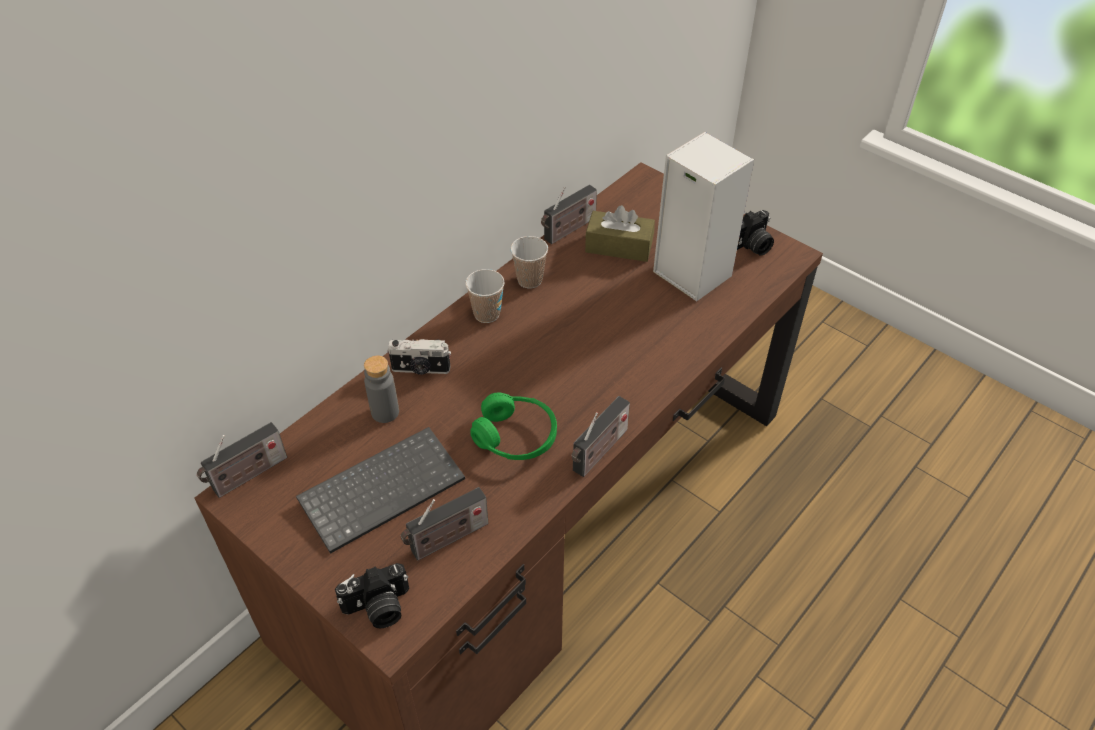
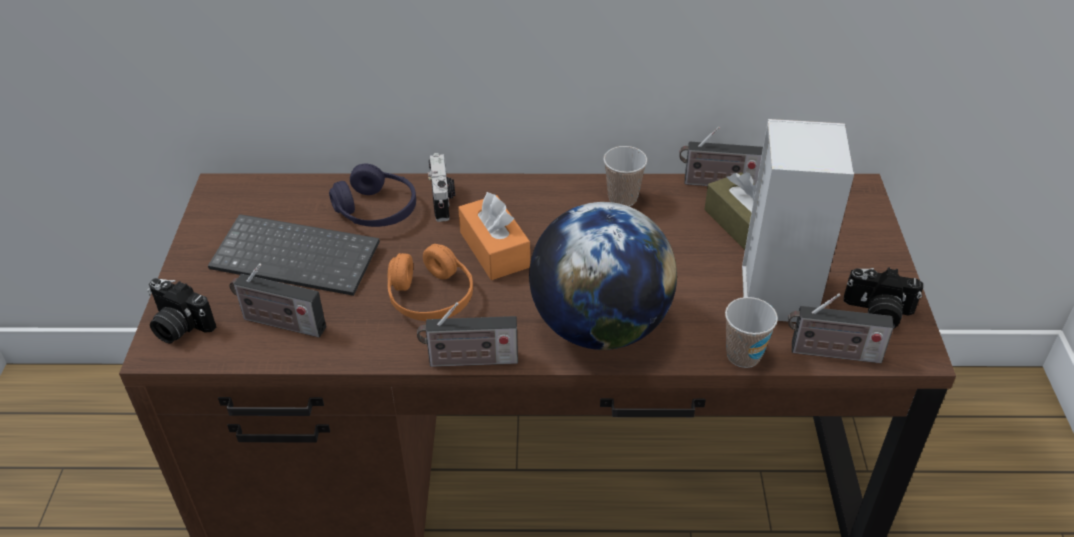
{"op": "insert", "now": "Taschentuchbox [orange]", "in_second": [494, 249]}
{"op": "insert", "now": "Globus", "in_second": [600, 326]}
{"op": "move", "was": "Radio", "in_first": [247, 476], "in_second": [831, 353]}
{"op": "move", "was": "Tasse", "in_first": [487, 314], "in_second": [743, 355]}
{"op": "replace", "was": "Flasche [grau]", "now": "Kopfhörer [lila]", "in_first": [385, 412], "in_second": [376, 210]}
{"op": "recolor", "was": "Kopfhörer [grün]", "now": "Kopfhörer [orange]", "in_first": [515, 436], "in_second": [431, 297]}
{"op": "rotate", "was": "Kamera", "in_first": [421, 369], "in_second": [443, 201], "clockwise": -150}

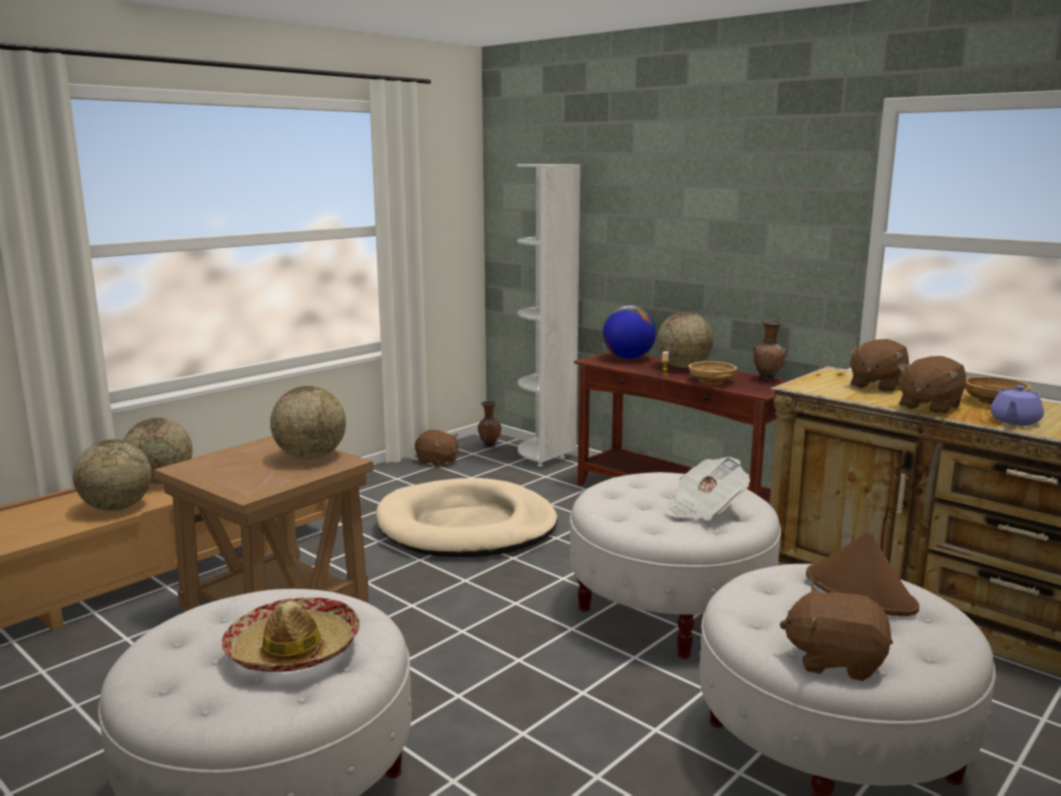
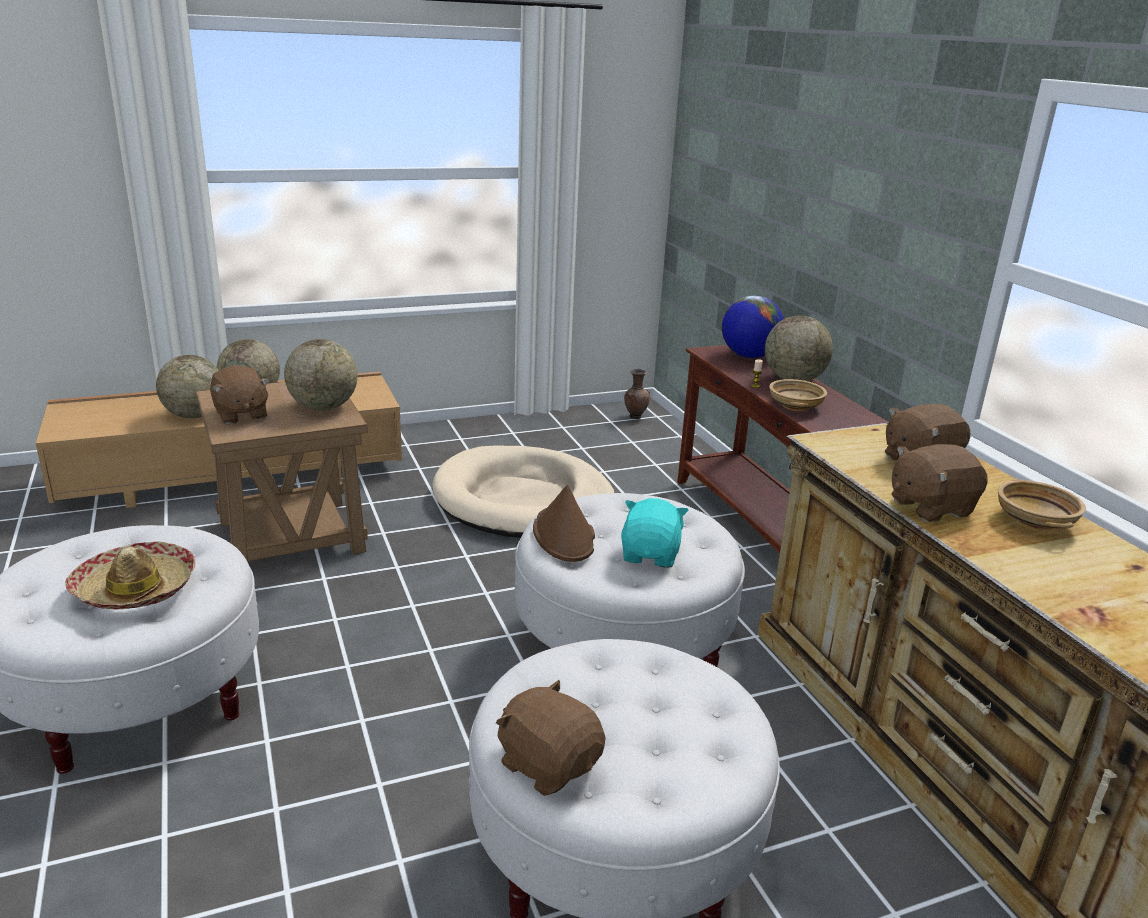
{"op": "delete", "was": "Bücherregal [weiß]", "in_first": [541, 457]}
{"op": "delete", "was": "Vase [braun]", "in_first": [767, 379]}
{"op": "delete", "was": "Teekanne [lila]", "in_first": [1014, 421]}
{"op": "move", "was": "Plüschtier [braun]", "in_first": [437, 461], "in_second": [240, 415]}
{"op": "move", "was": "Hut [braun]", "in_first": [860, 592], "in_second": [564, 535]}
{"op": "replace", "was": "Zeitung", "now": "Plüschtier [türkis]", "in_first": [704, 509], "in_second": [651, 555]}

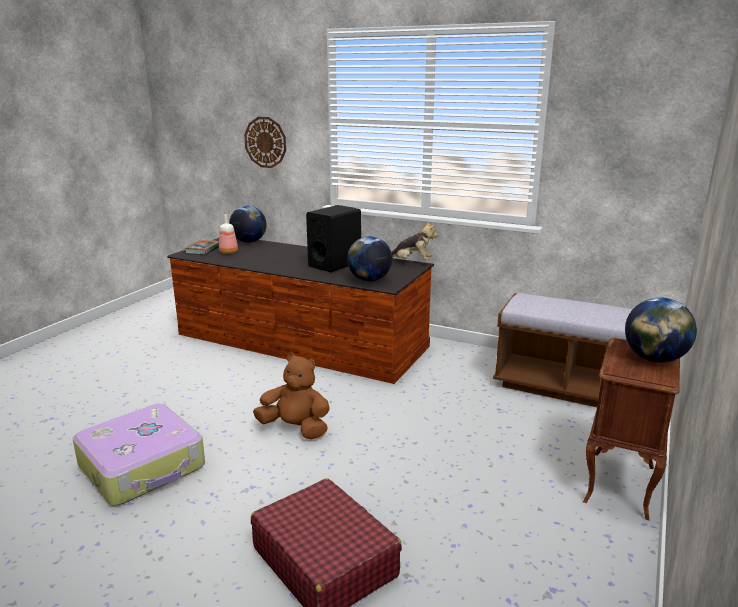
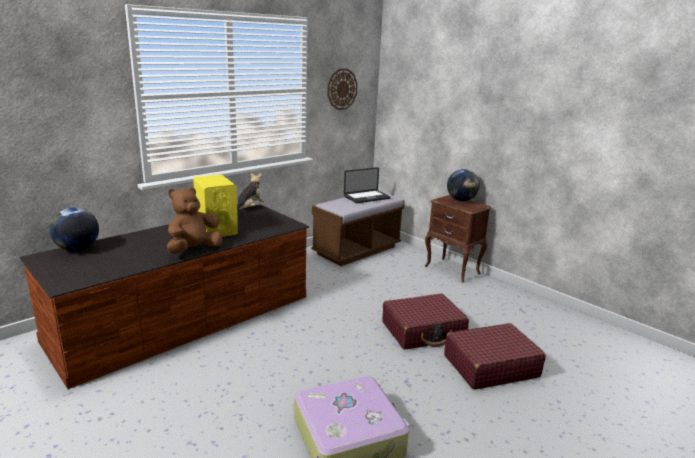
{"op": "delete", "was": "Buch", "in_first": [203, 249]}
{"op": "delete", "was": "Flasche", "in_first": [229, 252]}
{"op": "delete", "was": "Globus", "in_first": [369, 280]}
{"op": "insert", "now": "Laptop", "in_second": [367, 197]}
{"op": "insert", "now": "Koffer [rot]", "in_second": [423, 331]}
{"op": "move", "was": "Wanduhr", "in_first": [265, 142], "in_second": [342, 89]}
{"op": "move", "was": "Plüschtier [braun]", "in_first": [296, 428], "in_second": [194, 250]}
{"op": "recolor", "was": "Lautsprecher [schwarz]", "now": "Lautsprecher [gelb]", "in_first": [335, 264], "in_second": [216, 229]}

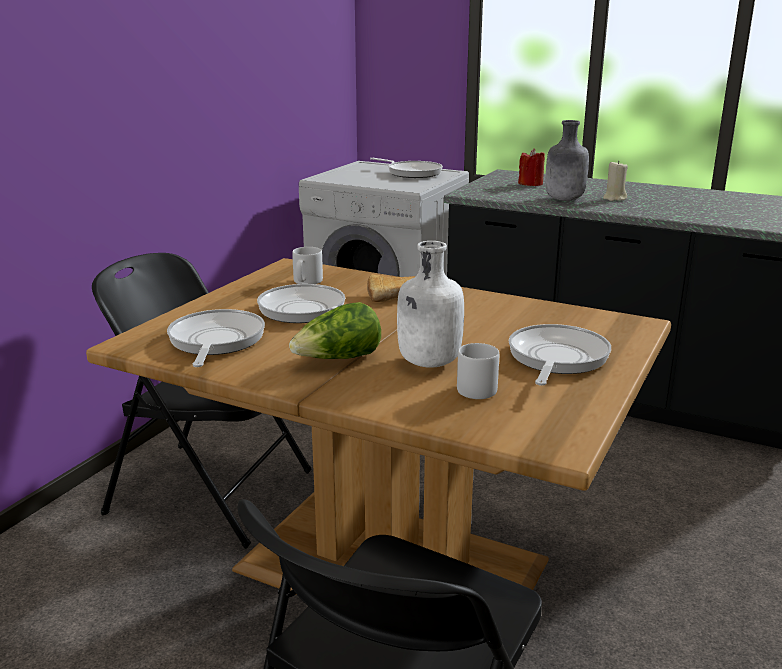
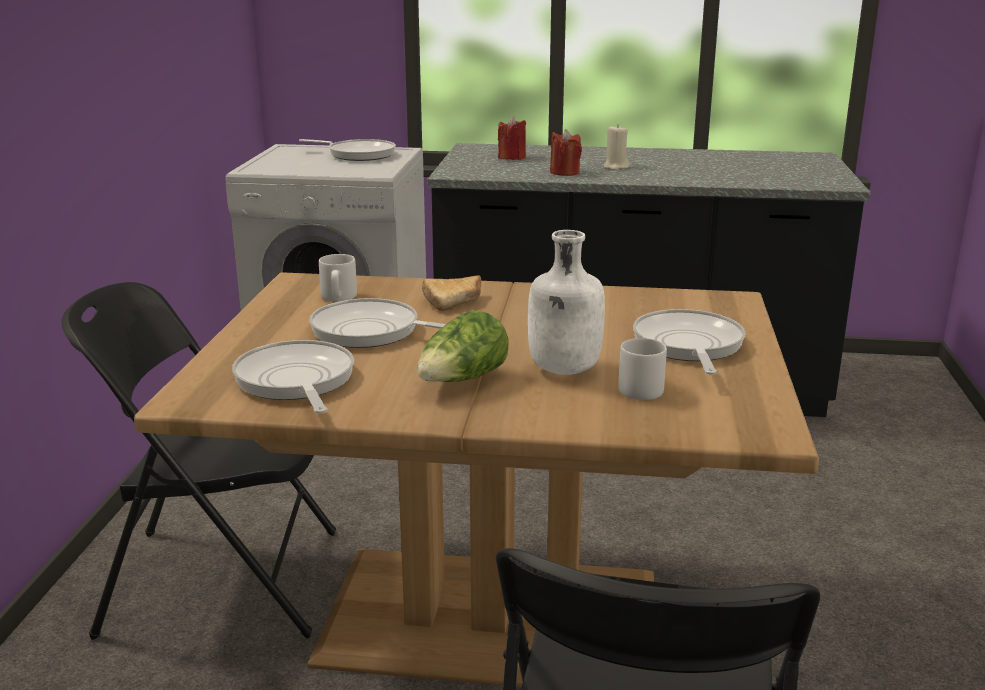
{"op": "replace", "was": "Flasche [grau]", "now": "Kerze [rot]", "in_first": [563, 199], "in_second": [564, 172]}

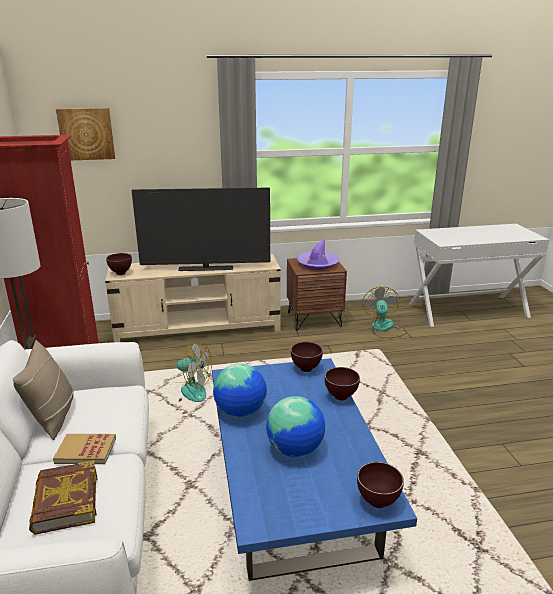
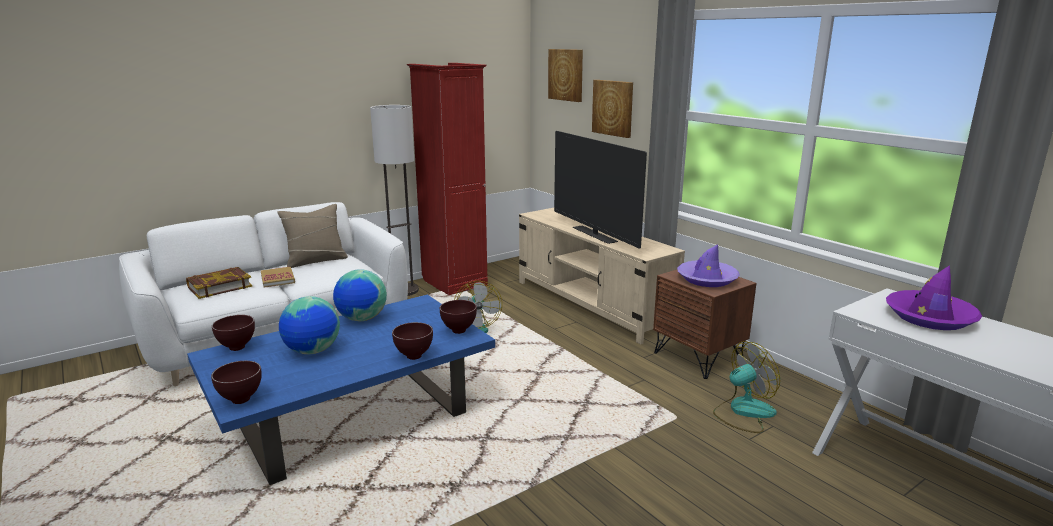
{"op": "insert", "now": "Bild", "in_second": [613, 108]}
{"op": "insert", "now": "Hut [lila]", "in_second": [930, 317]}
{"op": "move", "was": "Schüssel [braun]", "in_first": [121, 274], "in_second": [236, 348]}

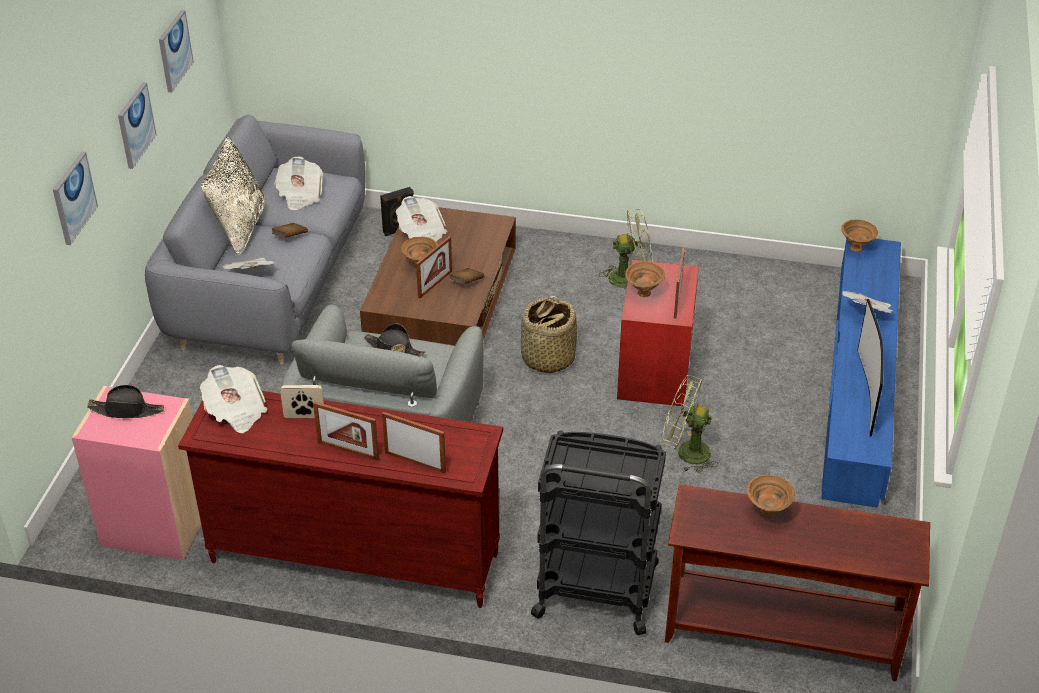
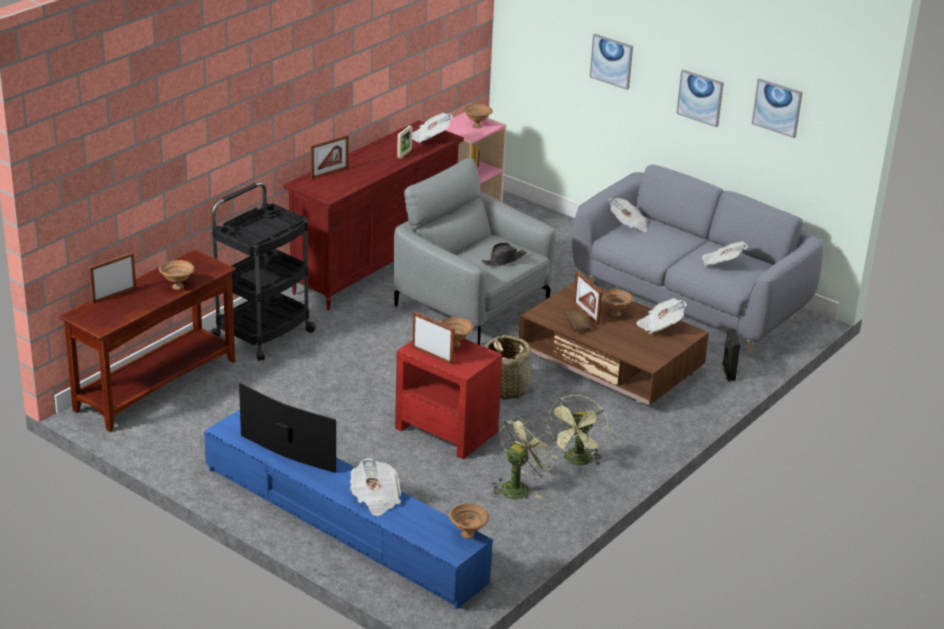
{"op": "delete", "was": "Kissen [beige]", "in_first": [240, 229]}
{"op": "delete", "was": "Buch [braun]", "in_first": [290, 237]}
{"op": "move", "was": "Bilderrahmen", "in_first": [348, 450], "in_second": [114, 295]}
{"op": "move", "was": "Ventilator [grün]", "in_first": [685, 452], "in_second": [518, 487]}
{"op": "replace", "was": "Hut [schwarz]", "now": "Schüssel [braun]", "in_first": [127, 410], "in_second": [476, 126]}

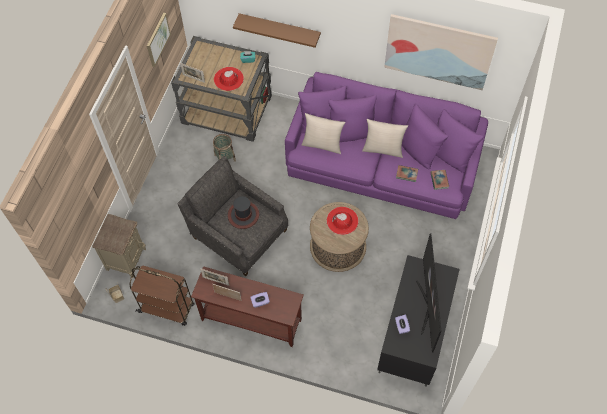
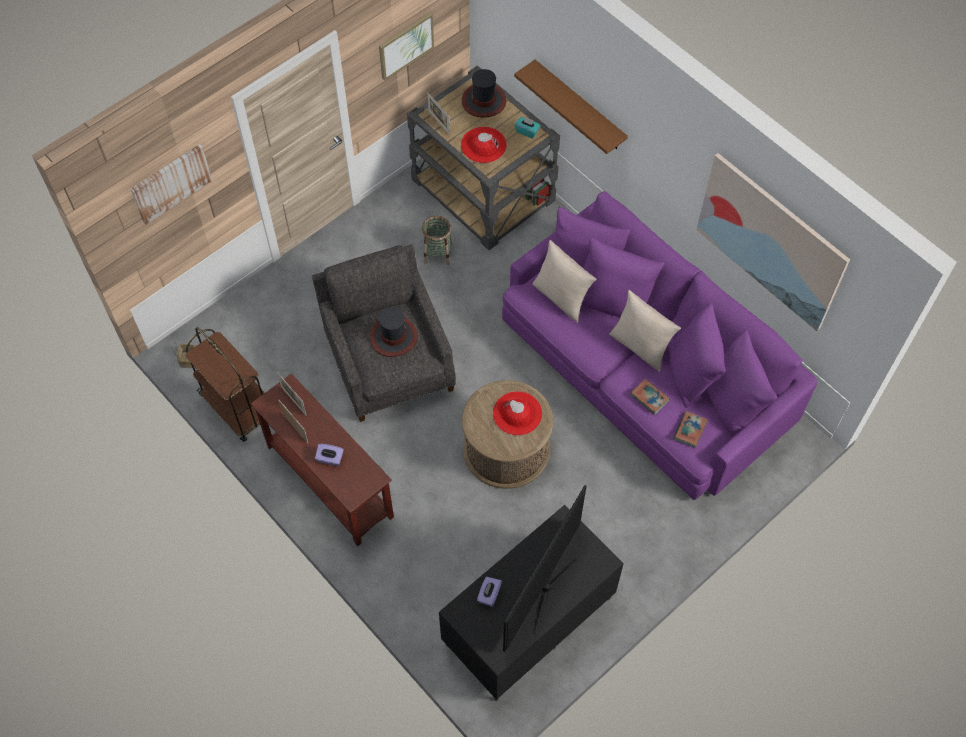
{"op": "delete", "was": "Nachttisch [beige]", "in_first": [127, 259]}
{"op": "insert", "now": "Bild", "in_second": [171, 183]}
{"op": "insert", "now": "Hut", "in_second": [484, 101]}

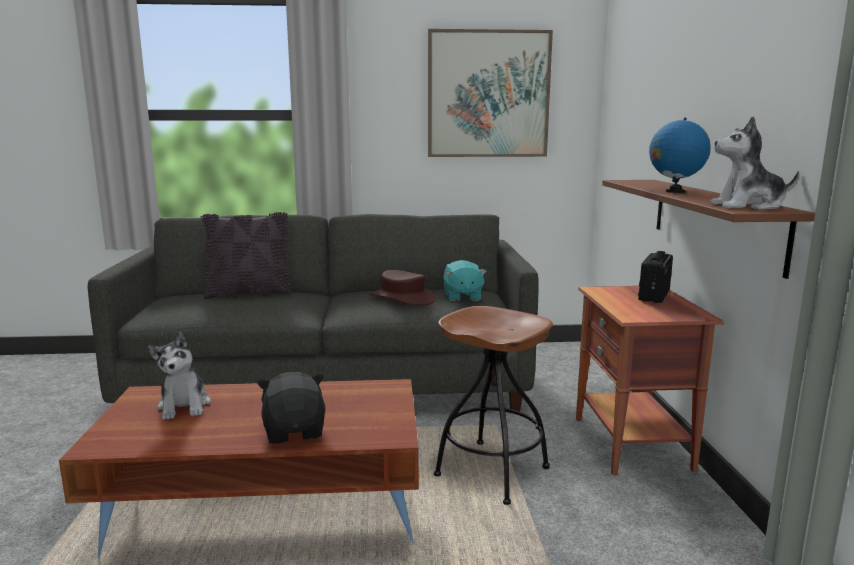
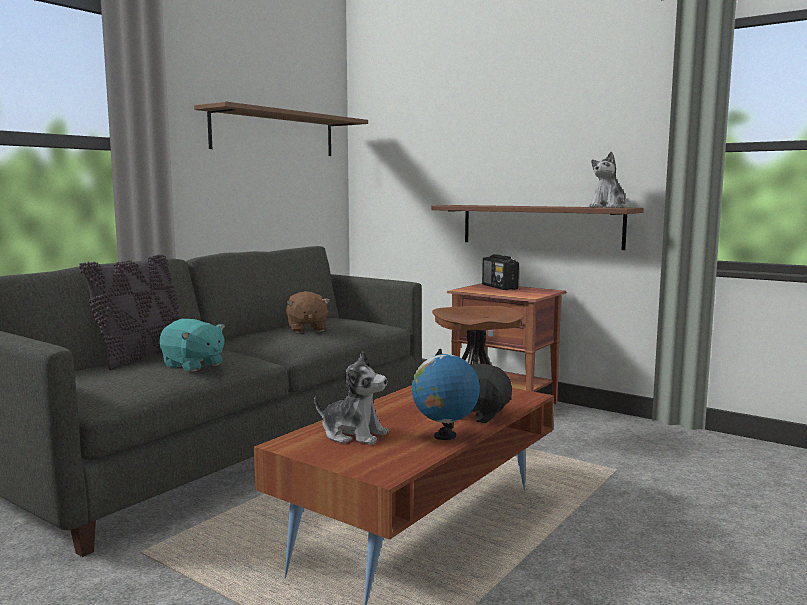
{"op": "move", "was": "Plüschtier [türkis]", "in_first": [462, 297], "in_second": [193, 365]}
{"op": "move", "was": "Globus", "in_first": [674, 191], "in_second": [444, 436]}
{"op": "replace", "was": "Hut [braun]", "now": "Plüschtier [braun]", "in_first": [403, 298], "in_second": [306, 329]}
{"op": "replace", "was": "Bild", "now": "Wandregal [braun]", "in_first": [488, 94], "in_second": [274, 133]}

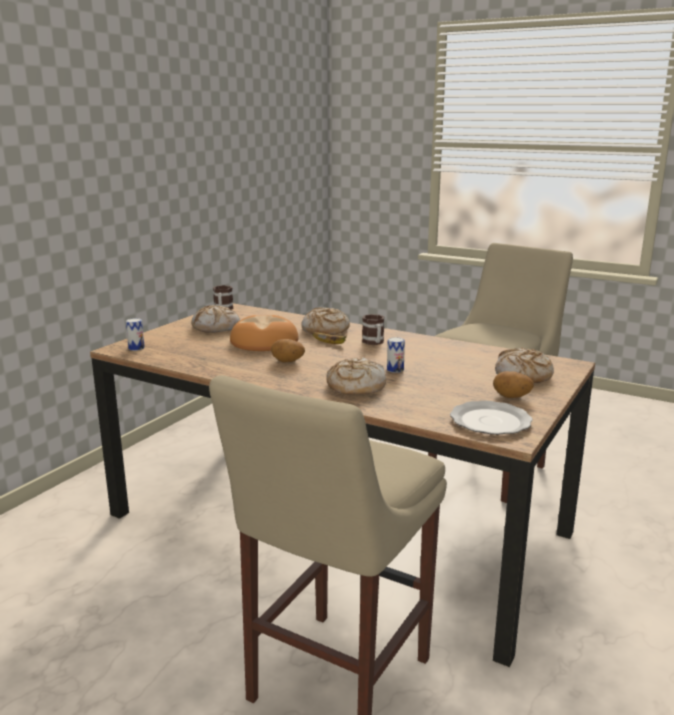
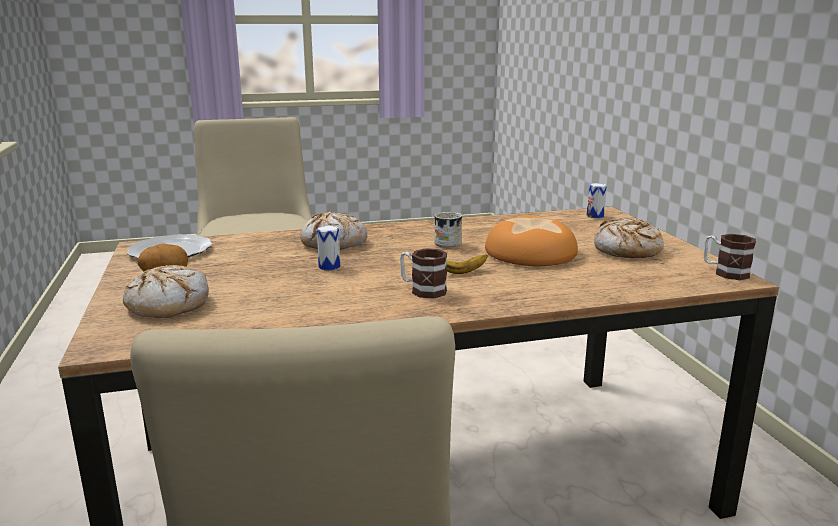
{"op": "delete", "was": "Brot", "in_first": [325, 330]}
{"op": "replace", "was": "Kartoffel", "now": "Henkelbecher [weiß]", "in_first": [287, 362], "in_second": [446, 243]}

